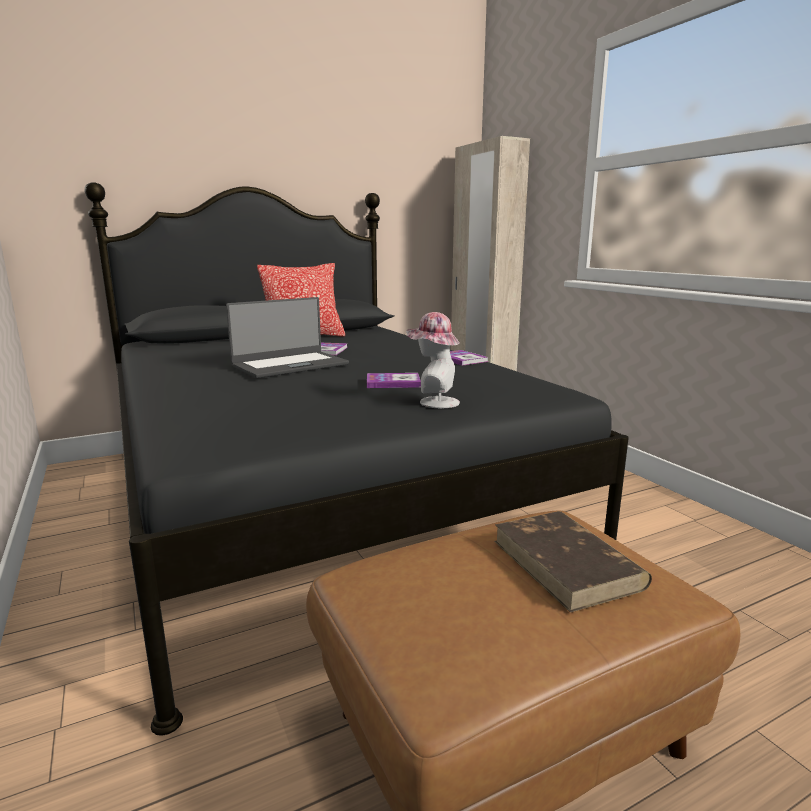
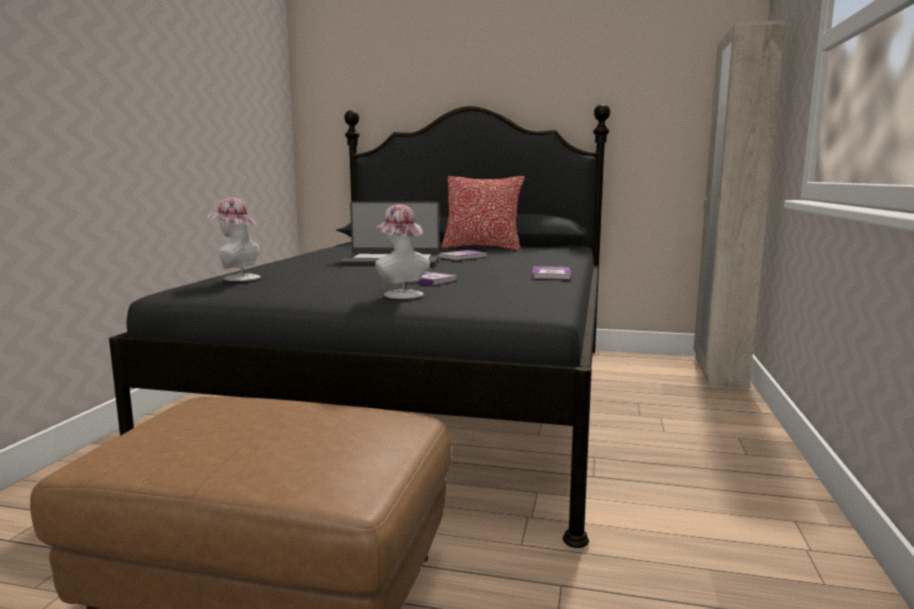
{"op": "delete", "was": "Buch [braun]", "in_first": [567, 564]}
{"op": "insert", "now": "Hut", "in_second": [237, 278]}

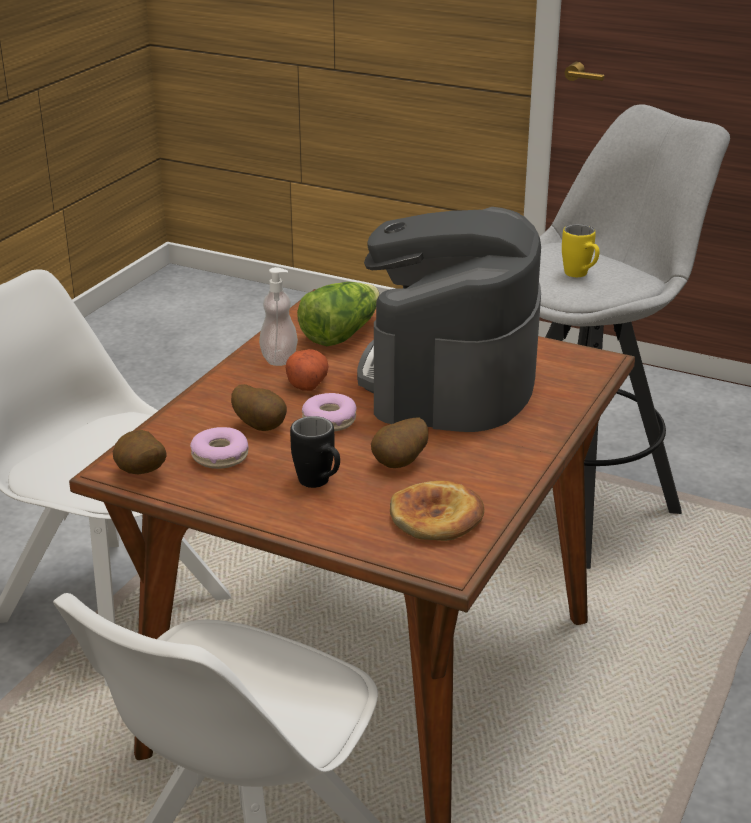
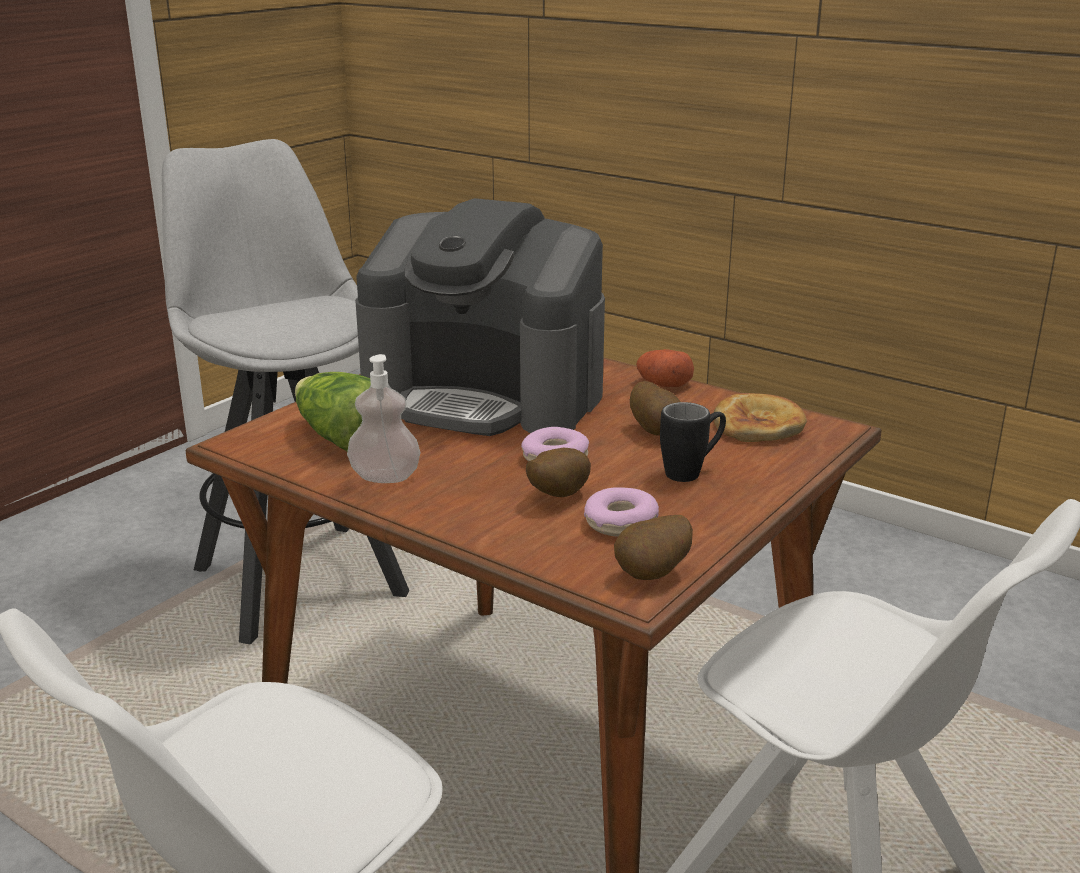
{"op": "delete", "was": "Henkelbecher [gelb]", "in_first": [580, 276]}
{"op": "move", "was": "Kartoffel", "in_first": [307, 382], "in_second": [663, 384]}

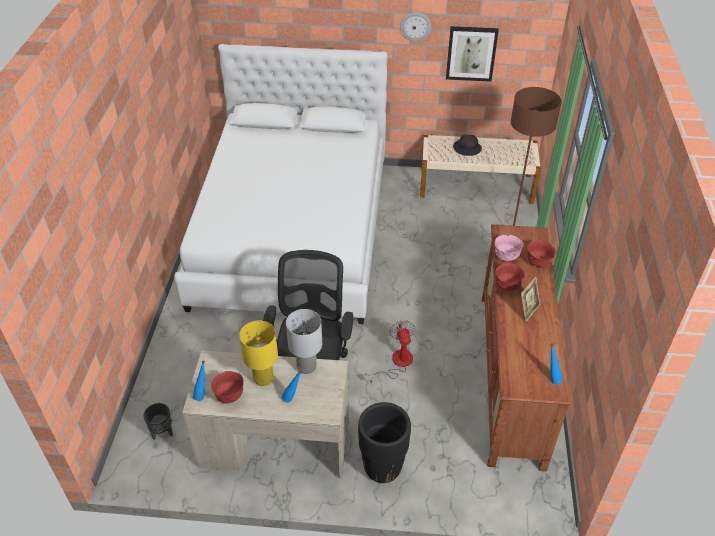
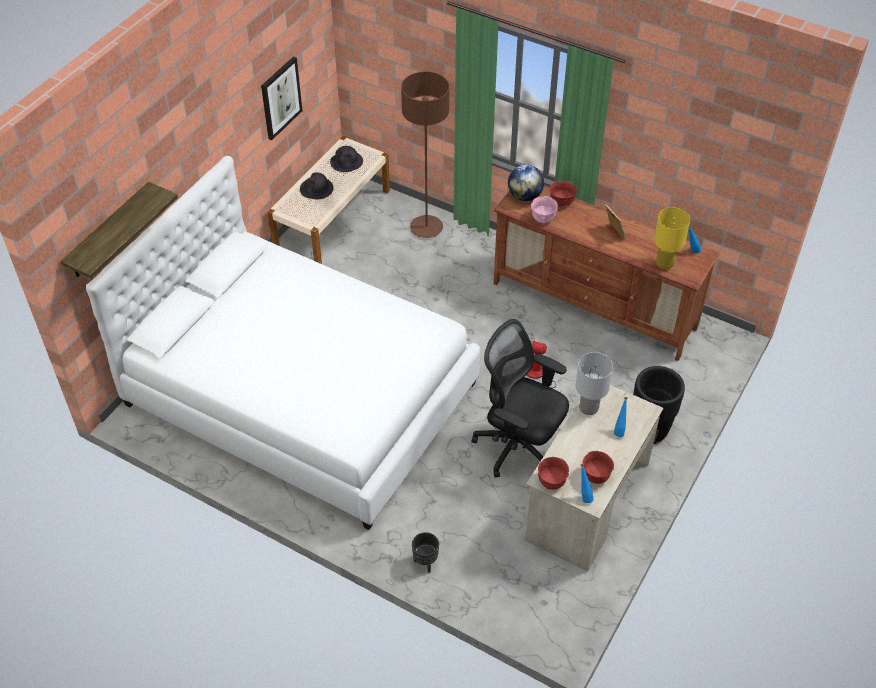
{"op": "delete", "was": "Wanduhr", "in_first": [415, 26]}
{"op": "insert", "now": "Wandregal", "in_second": [109, 232]}
{"op": "insert", "now": "Hut [schwarz]", "in_second": [347, 162]}
{"op": "insert", "now": "Globus", "in_second": [524, 196]}
{"op": "move", "was": "Pflanzkübel [schwarz]", "in_first": [162, 432], "in_second": [425, 563]}
{"op": "move", "was": "Tischlampe [gelb]", "in_first": [264, 380], "in_second": [664, 264]}
{"op": "move", "was": "Schüssel [rot]", "in_first": [507, 286], "in_second": [552, 482]}

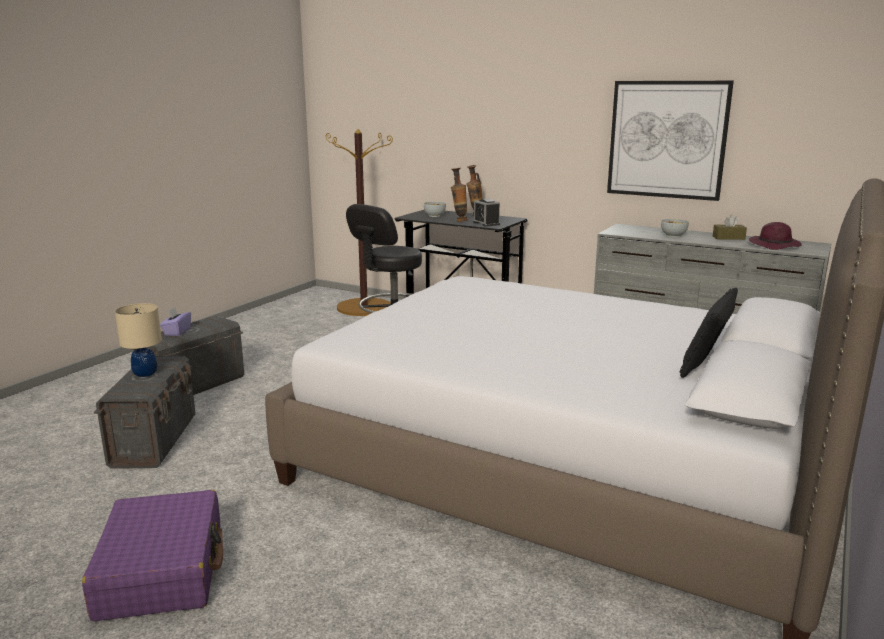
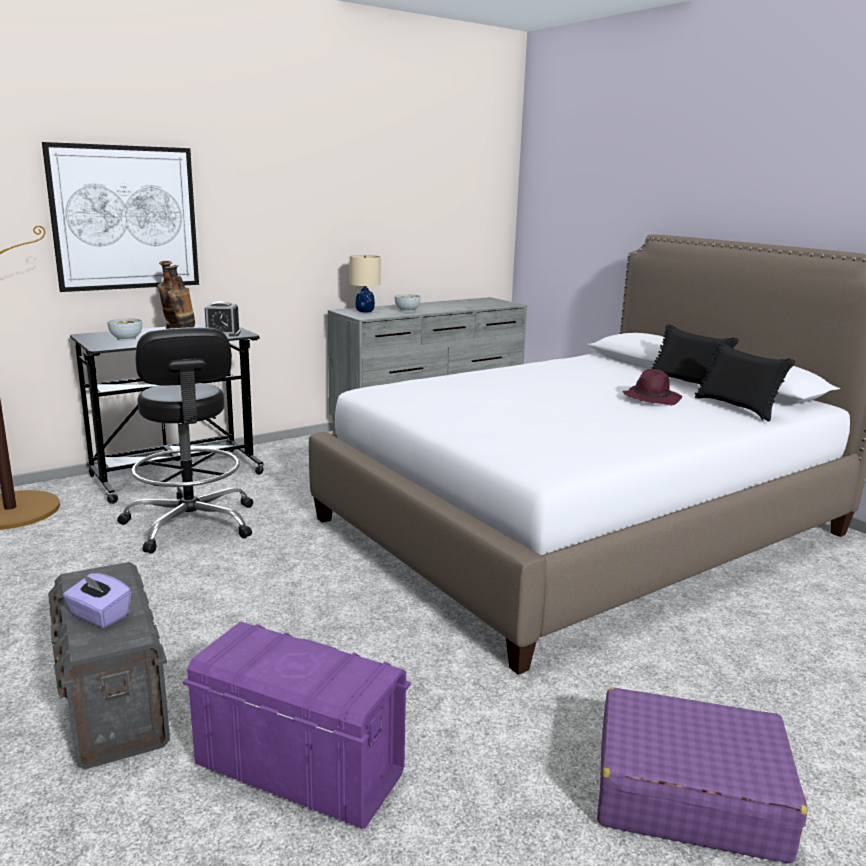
{"op": "delete", "was": "Taschentuchbox [braun]", "in_first": [728, 238]}
{"op": "insert", "now": "Kissen [schwarz]", "in_second": [737, 408]}
{"op": "move", "was": "Tischlampe [beige]", "in_first": [146, 374], "in_second": [364, 311]}
{"op": "move", "was": "Bild", "in_first": [667, 139], "in_second": [125, 218]}
{"op": "move", "was": "Hut [lila]", "in_first": [775, 245], "in_second": [651, 398]}
{"op": "recolor", "was": "Aufbewahrungsbox [grau]", "now": "Aufbewahrungsbox [lila]", "in_first": [155, 440], "in_second": [299, 769]}

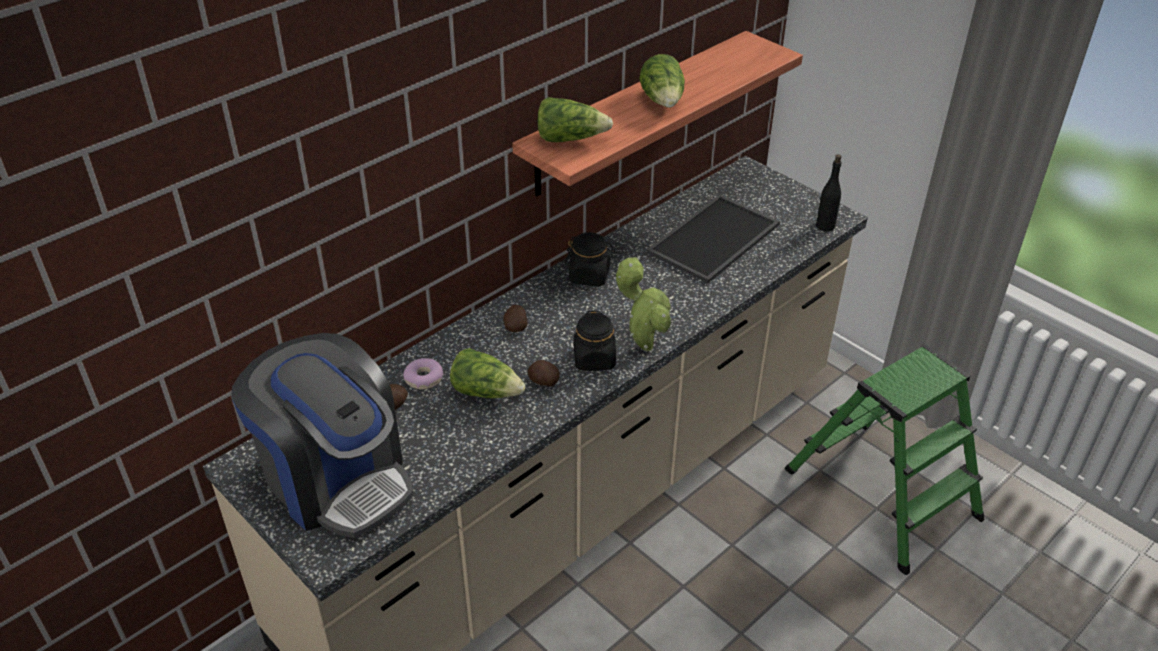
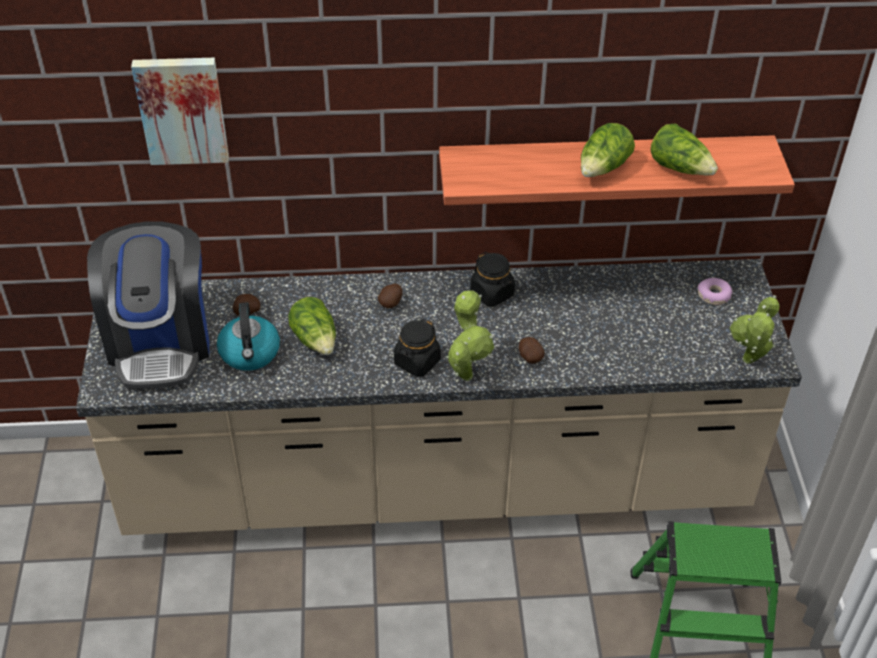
{"op": "delete", "was": "Tablett", "in_first": [715, 240]}
{"op": "insert", "now": "Bild", "in_second": [182, 109]}
{"op": "insert", "now": "Wasserkessel", "in_second": [250, 353]}
{"op": "move", "was": "Donut", "in_first": [424, 379], "in_second": [714, 296]}
{"op": "move", "was": "Kartoffel", "in_first": [543, 382], "in_second": [529, 357]}
{"op": "move", "was": "Salatkopf", "in_first": [570, 138], "in_second": [680, 168]}
{"op": "replace", "was": "Flasche [schwarz]", "now": "Topfpflanze", "in_first": [825, 226], "in_second": [748, 363]}

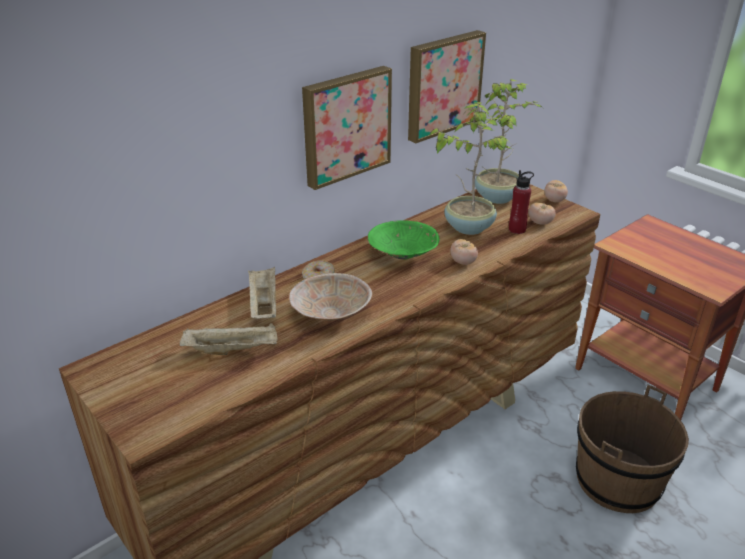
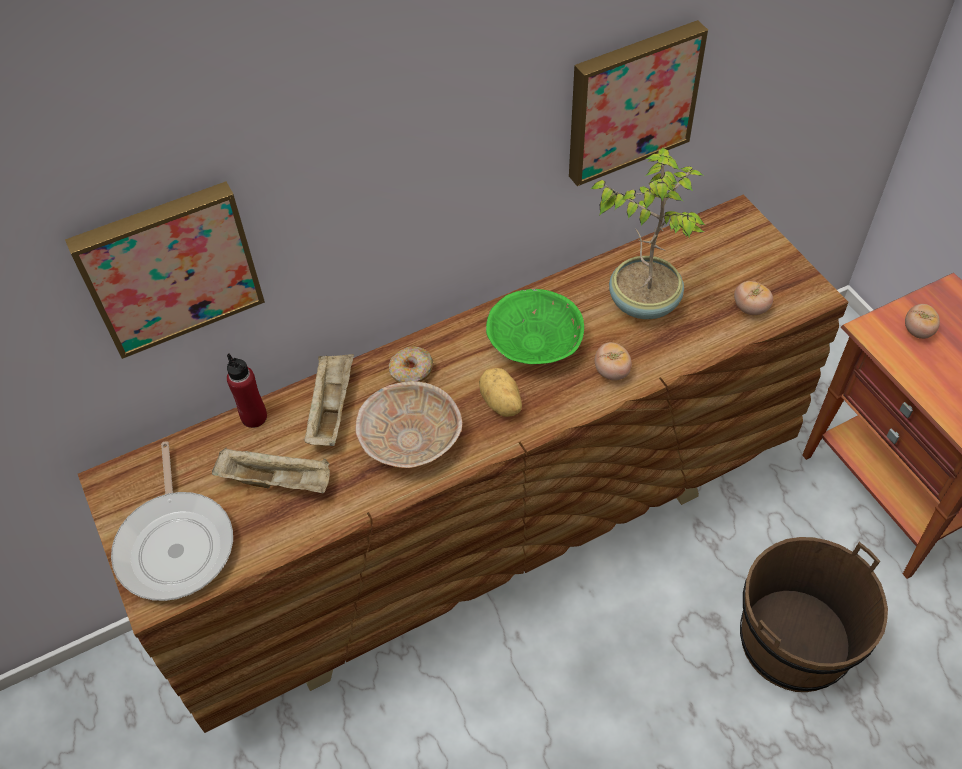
{"op": "delete", "was": "Topfpflanze", "in_first": [498, 197]}
{"op": "insert", "now": "Pfanne", "in_second": [176, 543]}
{"op": "insert", "now": "Kartoffel", "in_second": [500, 403]}
{"op": "move", "was": "Bild", "in_first": [345, 125], "in_second": [169, 266]}
{"op": "move", "was": "Flasche [rot]", "in_first": [517, 229], "in_second": [254, 417]}
{"op": "move", "was": "Tomate", "in_first": [554, 200], "in_second": [917, 331]}

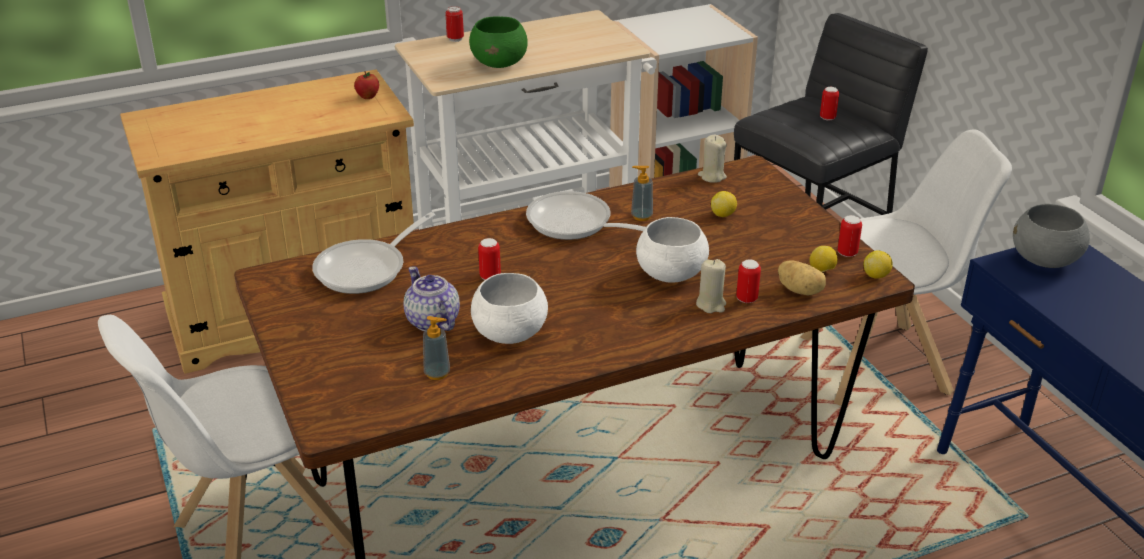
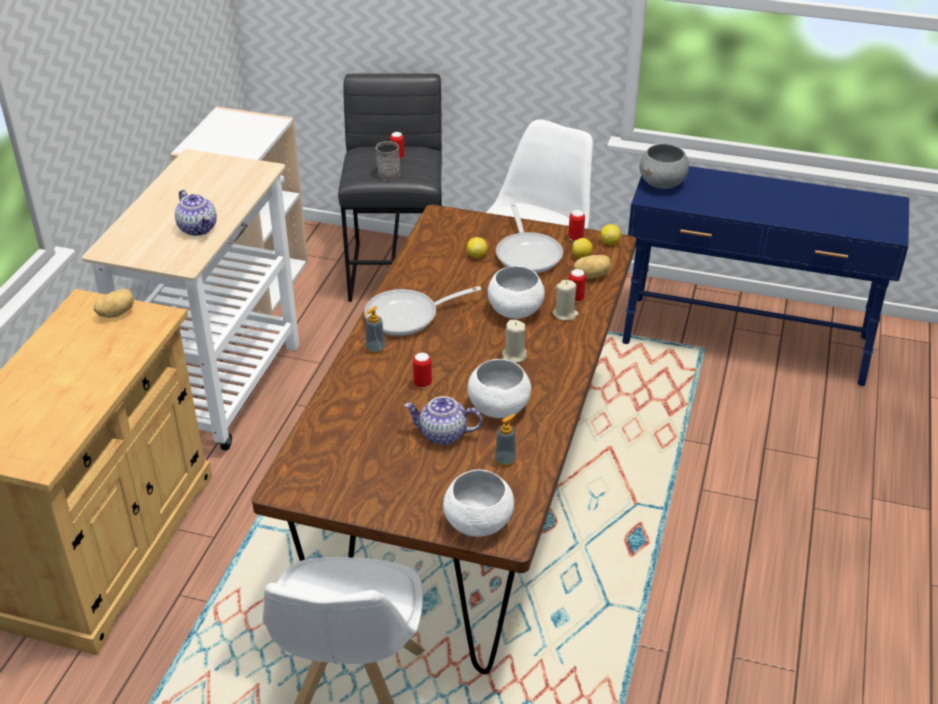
{"op": "delete", "was": "Dose", "in_first": [455, 39]}
{"op": "insert", "now": "Henkelbecher [grau]", "in_second": [388, 172]}
{"op": "insert", "now": "Schüssel [weiß]", "in_second": [477, 522]}
{"op": "move", "was": "Pfanne", "in_first": [367, 269], "in_second": [528, 253]}
{"op": "move", "was": "Seifenspender", "in_first": [641, 216], "in_second": [375, 349]}
{"op": "move", "was": "Kerze [beige]", "in_first": [712, 176], "in_second": [514, 355]}
{"op": "replace", "was": "Apfel", "now": "Kartoffel", "in_first": [367, 97], "in_second": [116, 313]}
{"op": "replace", "was": "Schüssel [grün]", "now": "Teekanne", "in_first": [500, 63], "in_second": [198, 228]}

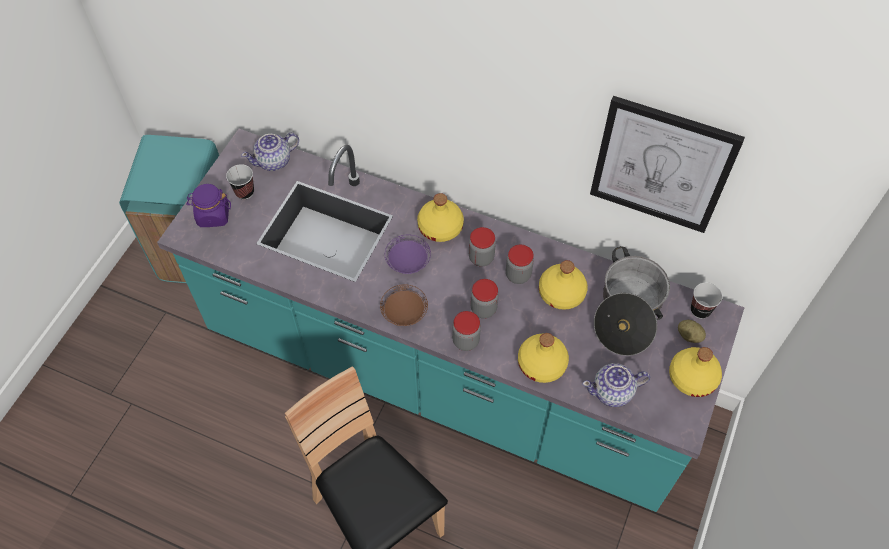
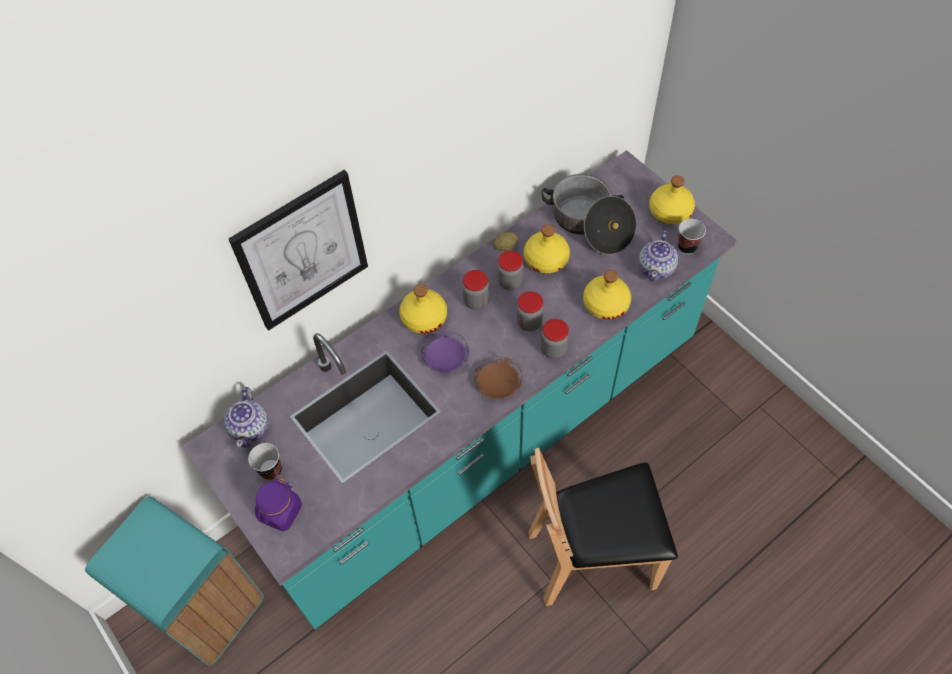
{"op": "move", "was": "Bild", "in_first": [661, 165], "in_second": [302, 252]}
{"op": "move", "was": "Kartoffel", "in_first": [689, 336], "in_second": [505, 247]}
{"op": "move", "was": "Tasse", "in_first": [700, 310], "in_second": [687, 247]}

